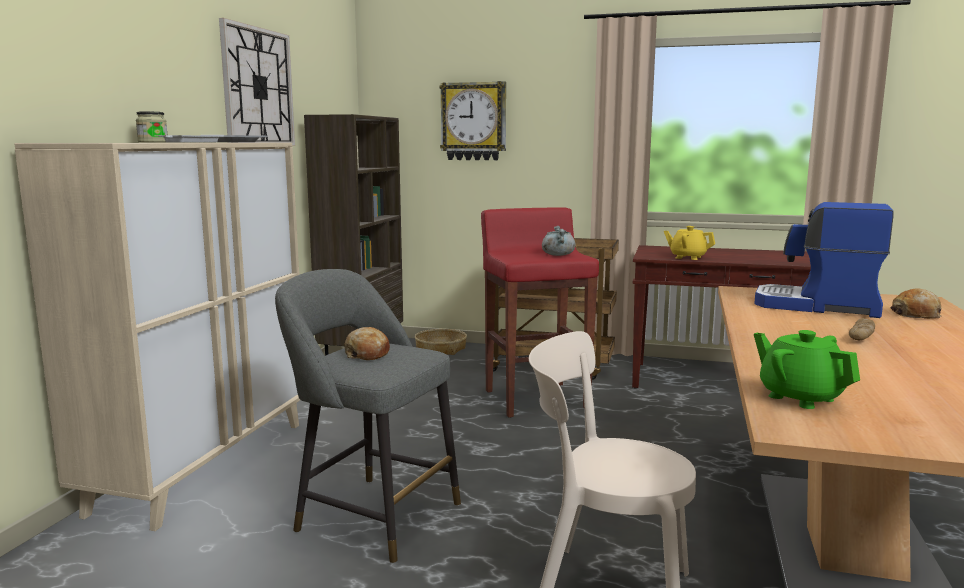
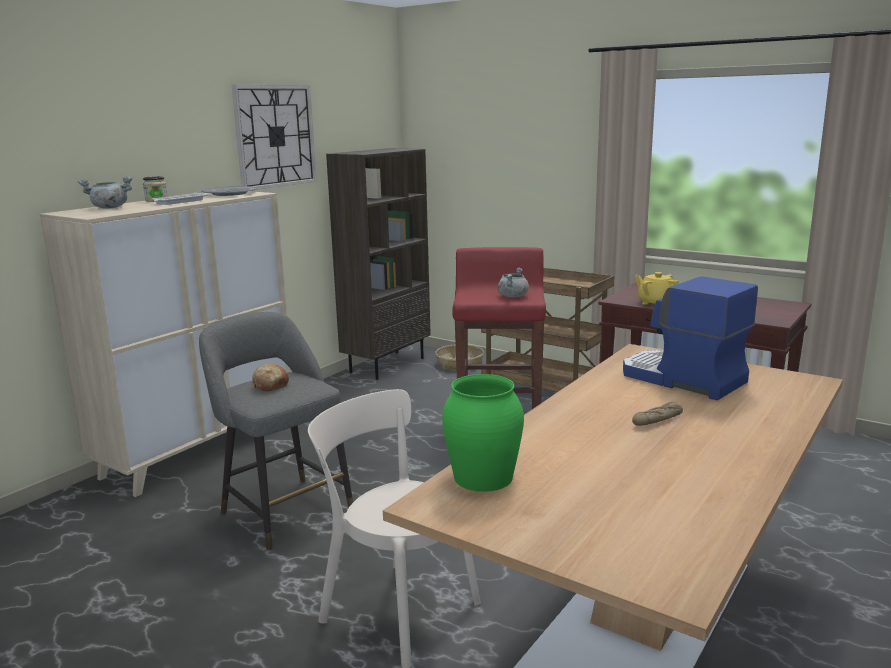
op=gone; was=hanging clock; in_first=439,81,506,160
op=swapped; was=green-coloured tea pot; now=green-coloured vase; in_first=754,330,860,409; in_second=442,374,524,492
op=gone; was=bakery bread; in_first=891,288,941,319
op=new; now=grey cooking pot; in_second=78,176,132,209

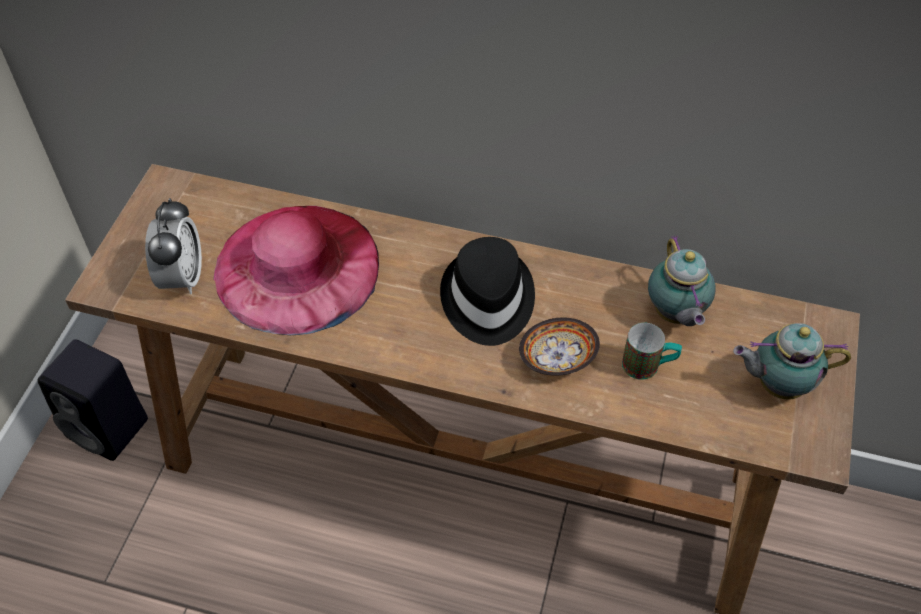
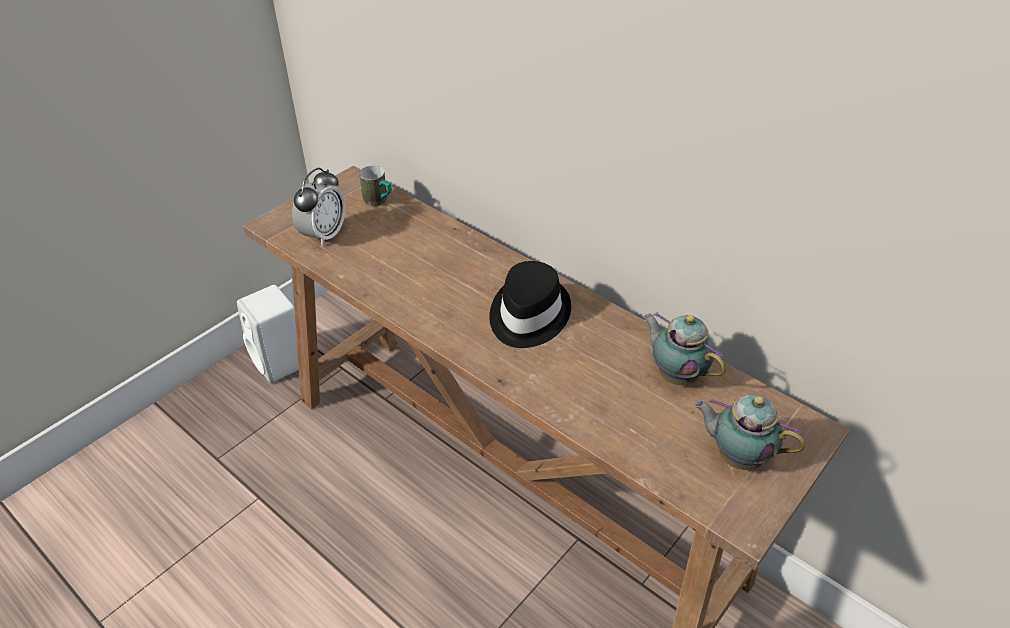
op=repainted; was=black-coloured loudspeaker; now=white-coloured loudspeaker; in_first=38,339,148,461; in_second=237,285,299,383
op=gone; was=pinkish wearable hat; in_first=213,206,379,335
op=gone; was=bowl; in_first=519,317,600,376
op=shifted; was=tea mug; in_first=622,323,682,380; in_second=359,166,392,207
op=rotated; was=tea pot; in_first=648,236,716,326; in_second=643,312,726,385; clockwise=120

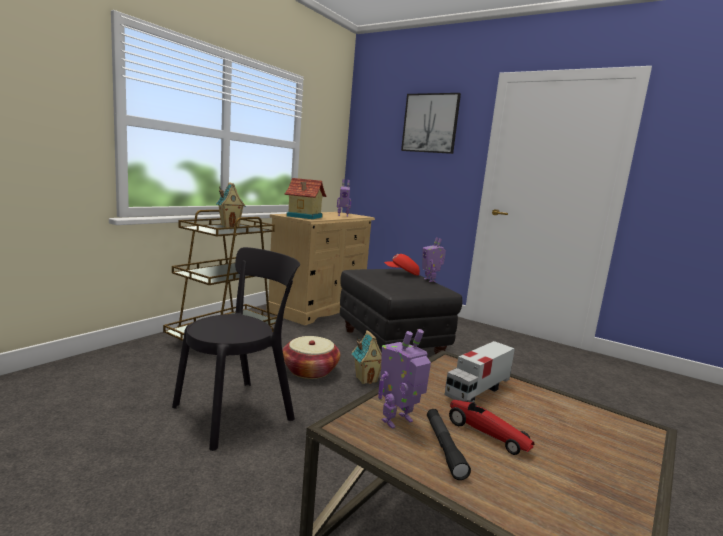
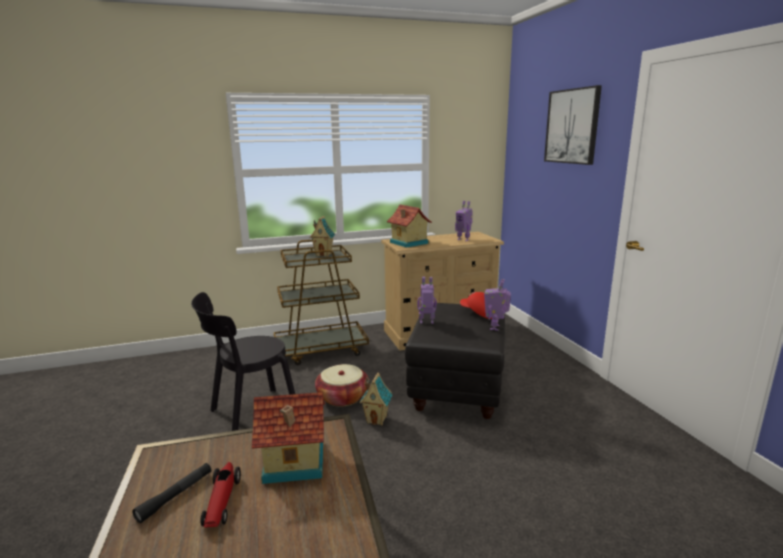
op=rotated; was=black-coloured upright chair; in_first=172,247,300,451; in_second=191,292,295,431; clockwise=150
op=shifted; was=robot figure; in_first=378,329,431,429; in_second=417,277,436,324
op=swapped; was=toy truck; now=miniature house; in_first=444,341,515,402; in_second=251,392,325,484

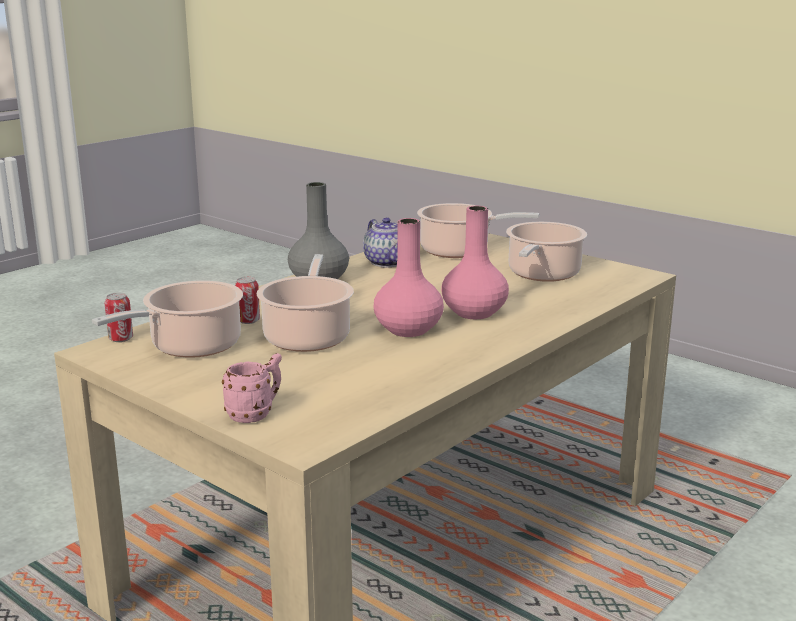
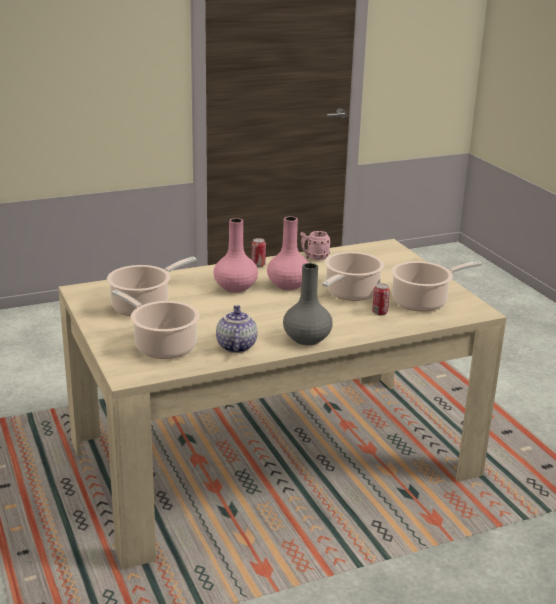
op=shifted; was=sealed can; in_first=105,293,133,342; in_second=252,238,266,267
op=shifted; was=pinkish tea mug; in_first=222,353,282,423; in_second=300,231,331,260

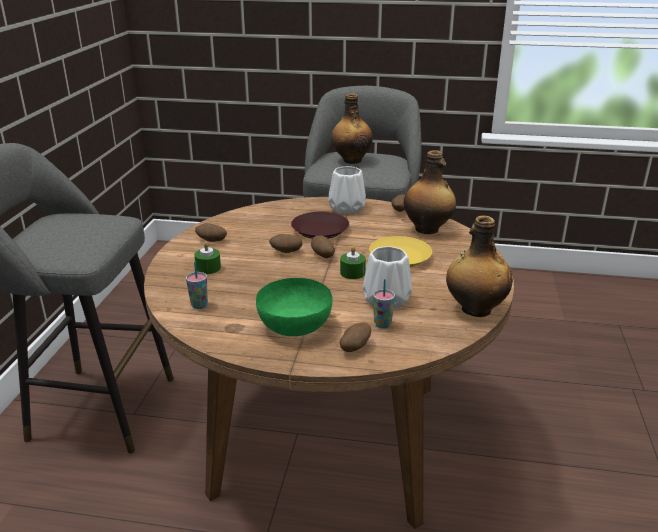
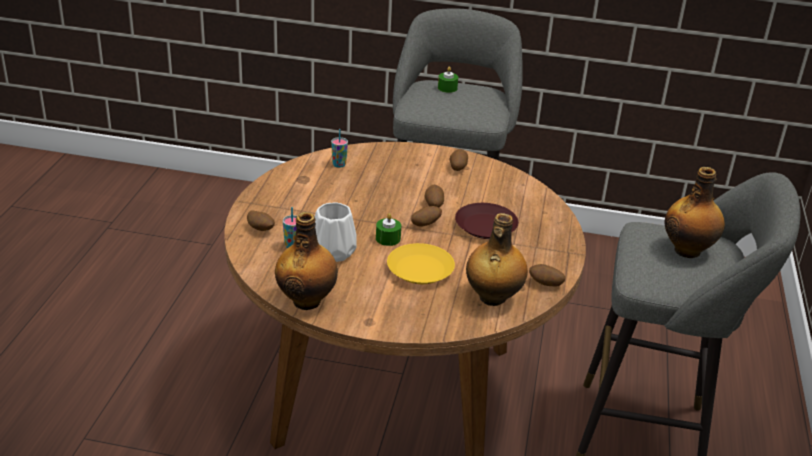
op=shifted; was=green-coloured candle; in_first=194,241,221,274; in_second=438,67,458,93
op=gone; was=green-coloured bowl; in_first=256,278,332,336
op=gone; was=white-coloured vase; in_first=329,166,366,214

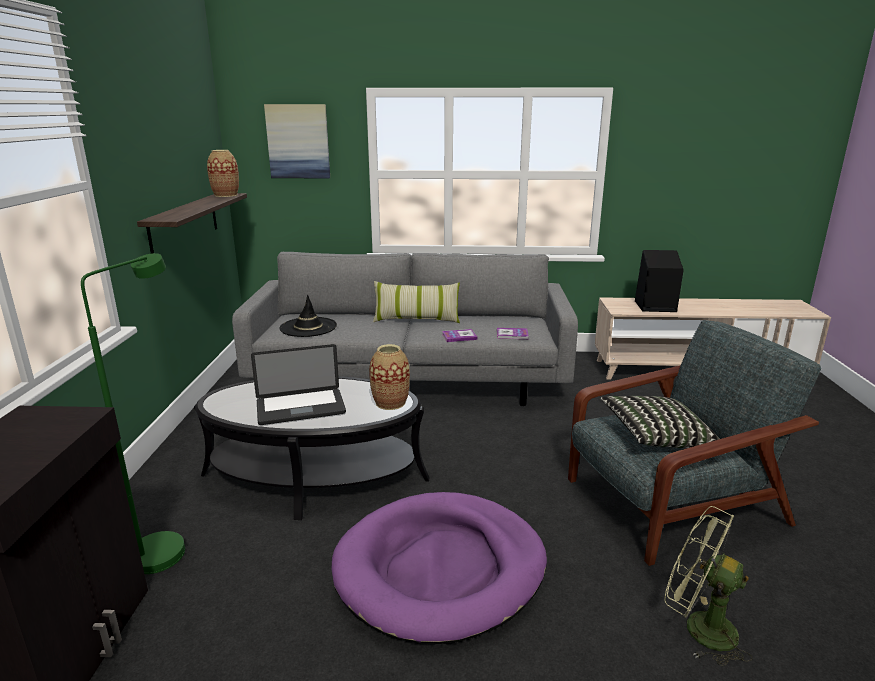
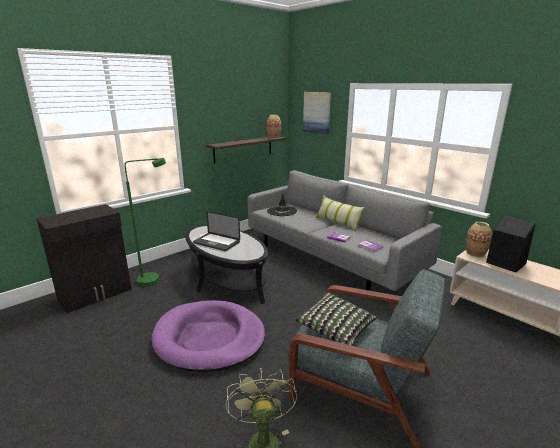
op=shifted; was=vase; in_first=369,344,410,410; in_second=466,222,492,257

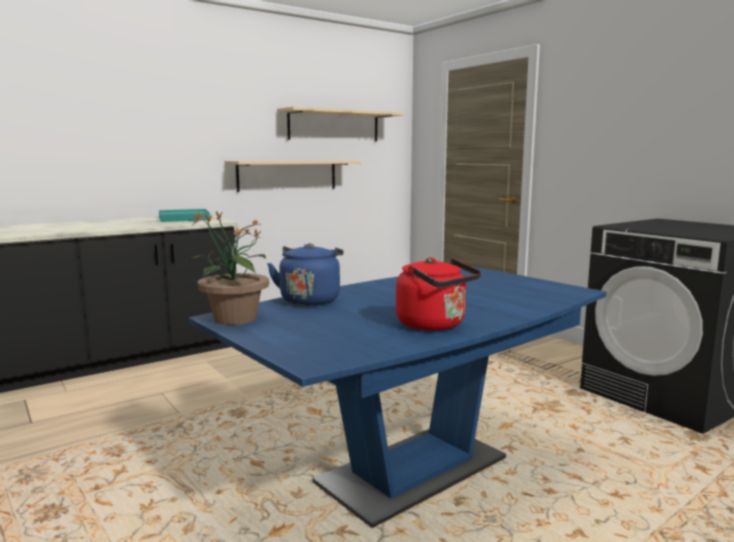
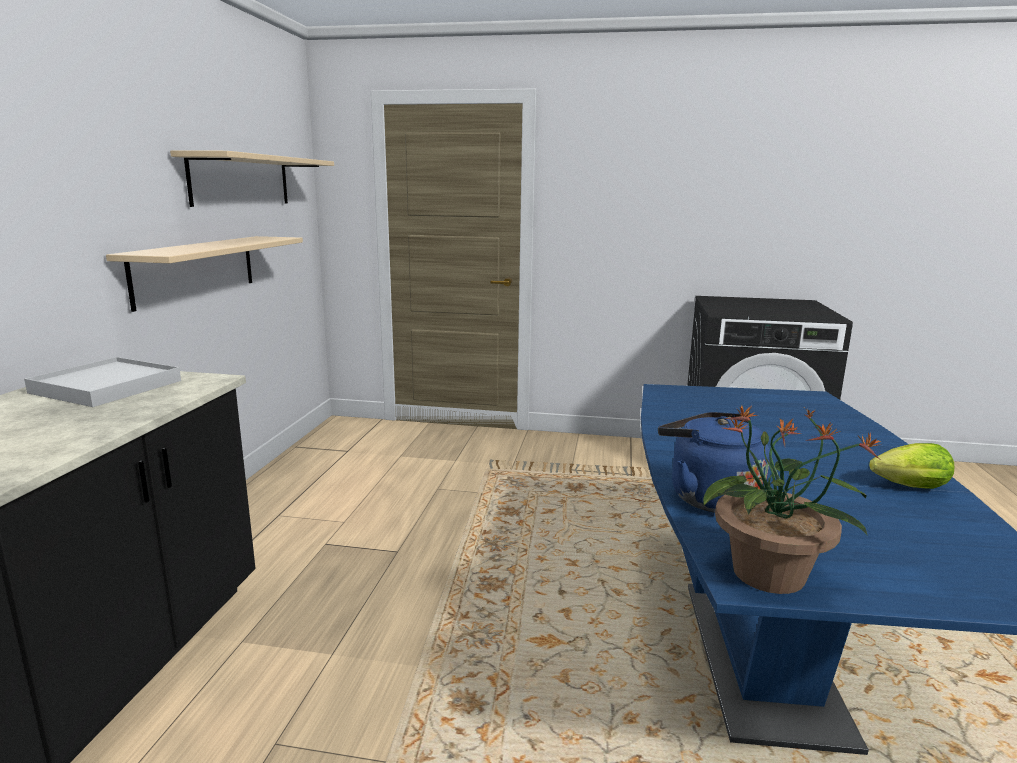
op=repainted; was=blue-green tray; now=white-coloured tray; in_first=159,209,210,222; in_second=24,357,181,407
op=swapped; was=red tea kettle; now=lettuce head; in_first=396,257,481,331; in_second=869,443,954,489

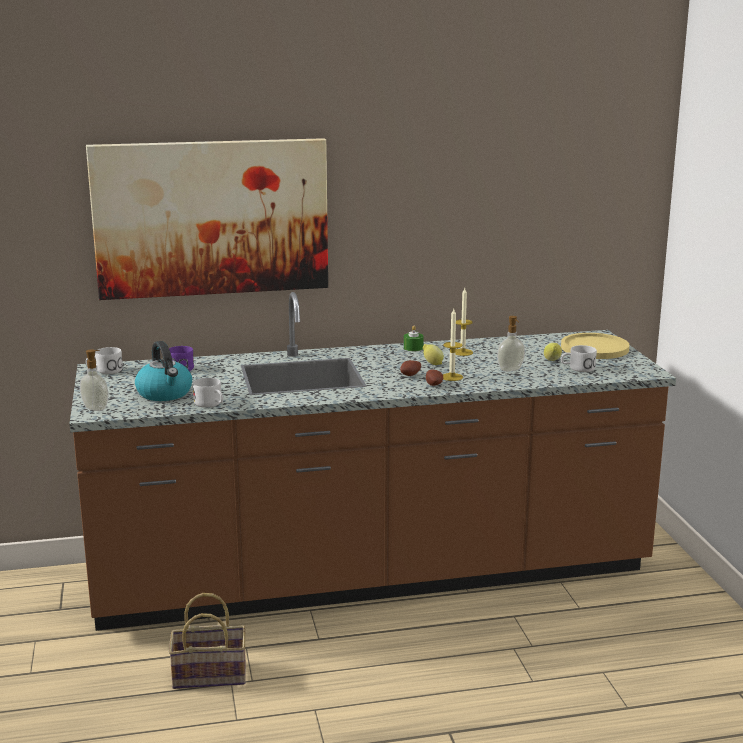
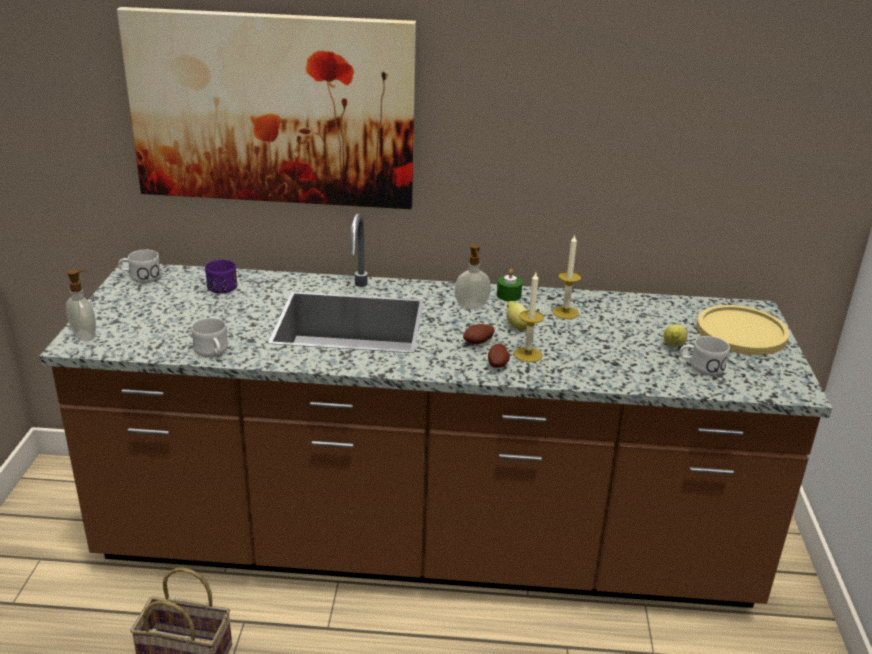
op=gone; was=tea kettle; in_first=135,341,192,401
op=shifted; was=soap dispenser; in_first=497,316,525,372; in_second=454,244,491,309

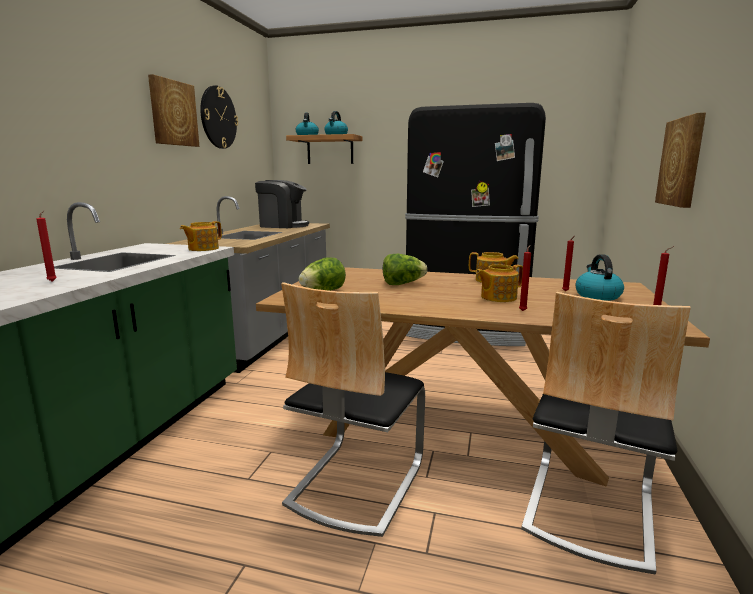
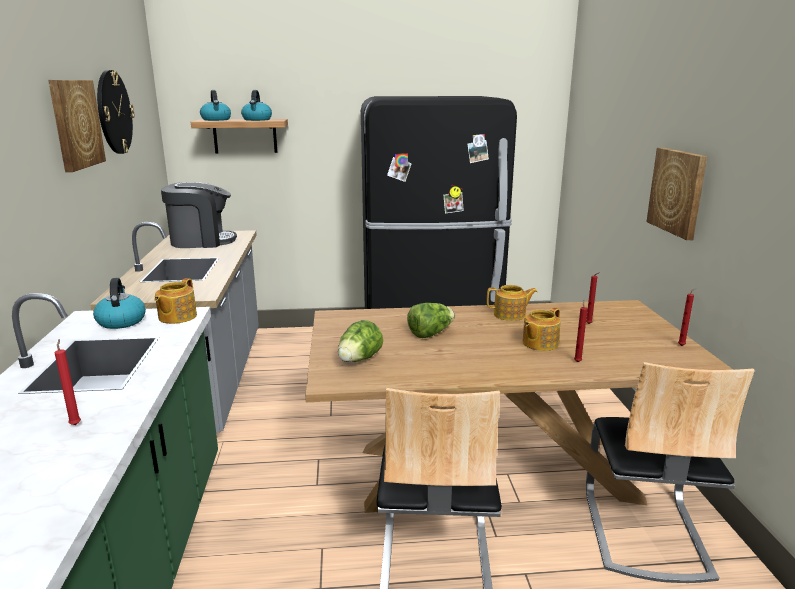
op=shifted; was=tea kettle; in_first=575,254,624,301; in_second=93,278,146,329

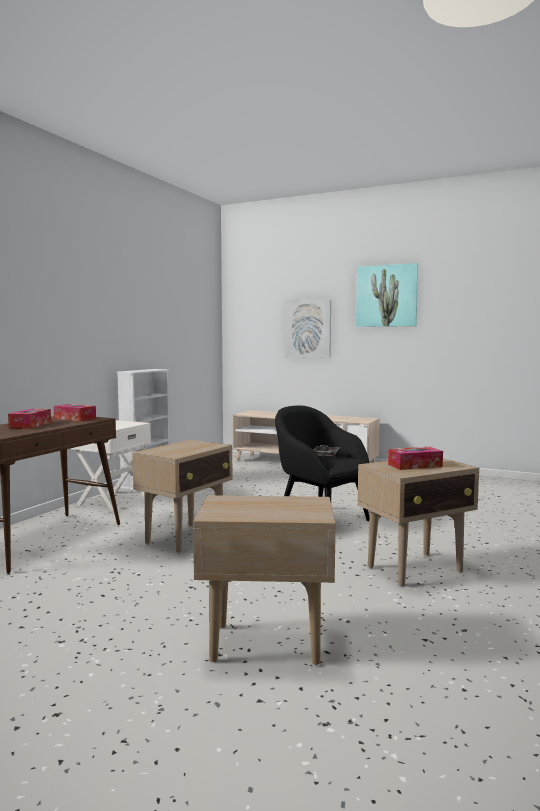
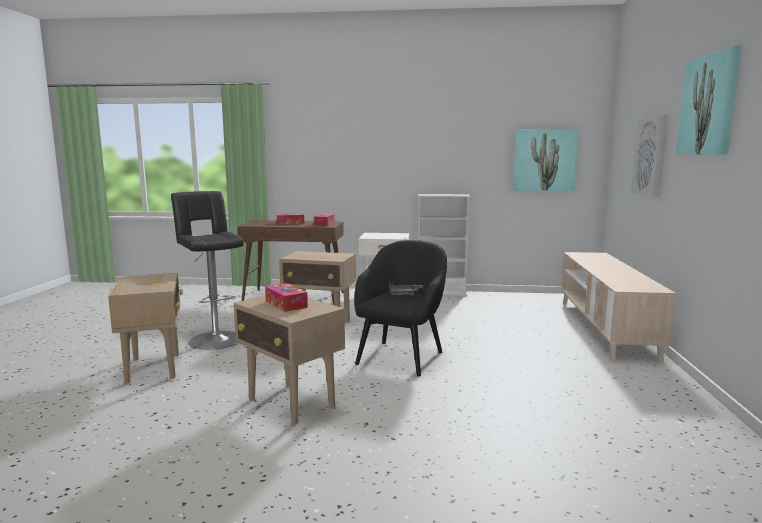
op=new; now=black-coloured stool; in_second=171,191,244,350
op=new; now=wall art; in_second=513,129,579,191

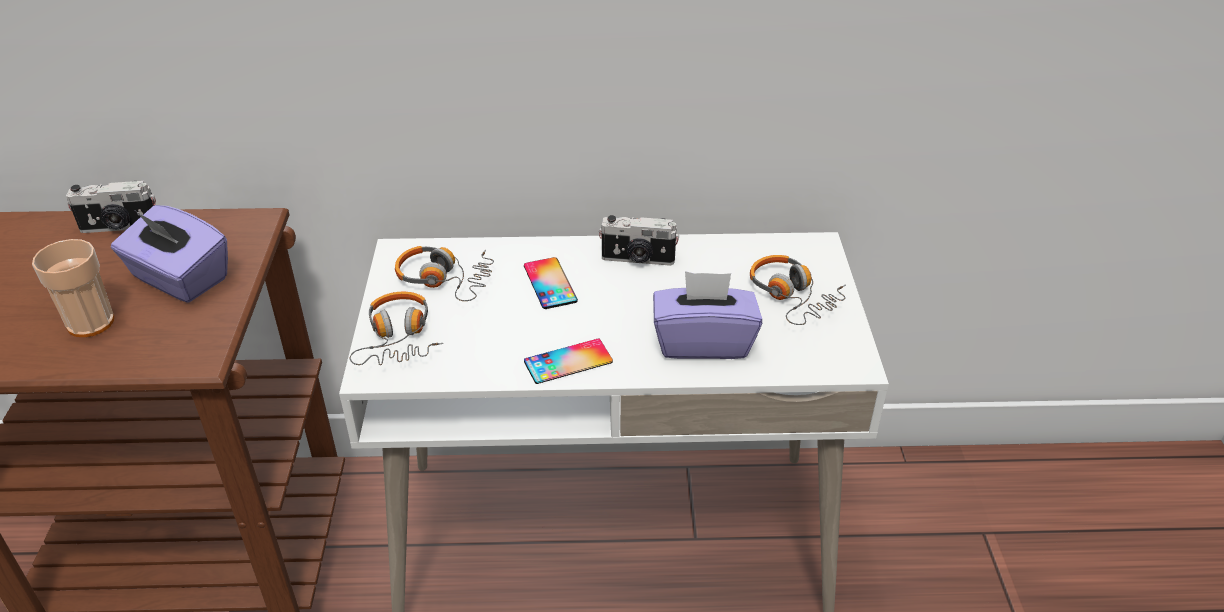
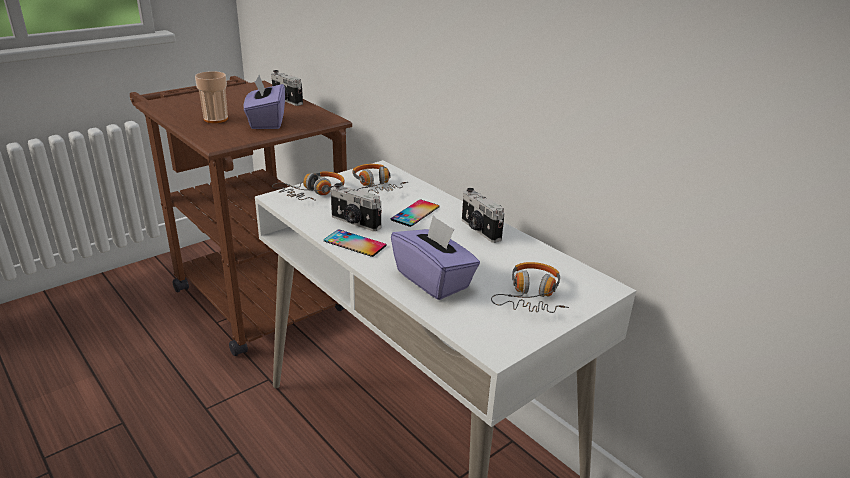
op=new; now=still camera; in_second=331,183,382,231

